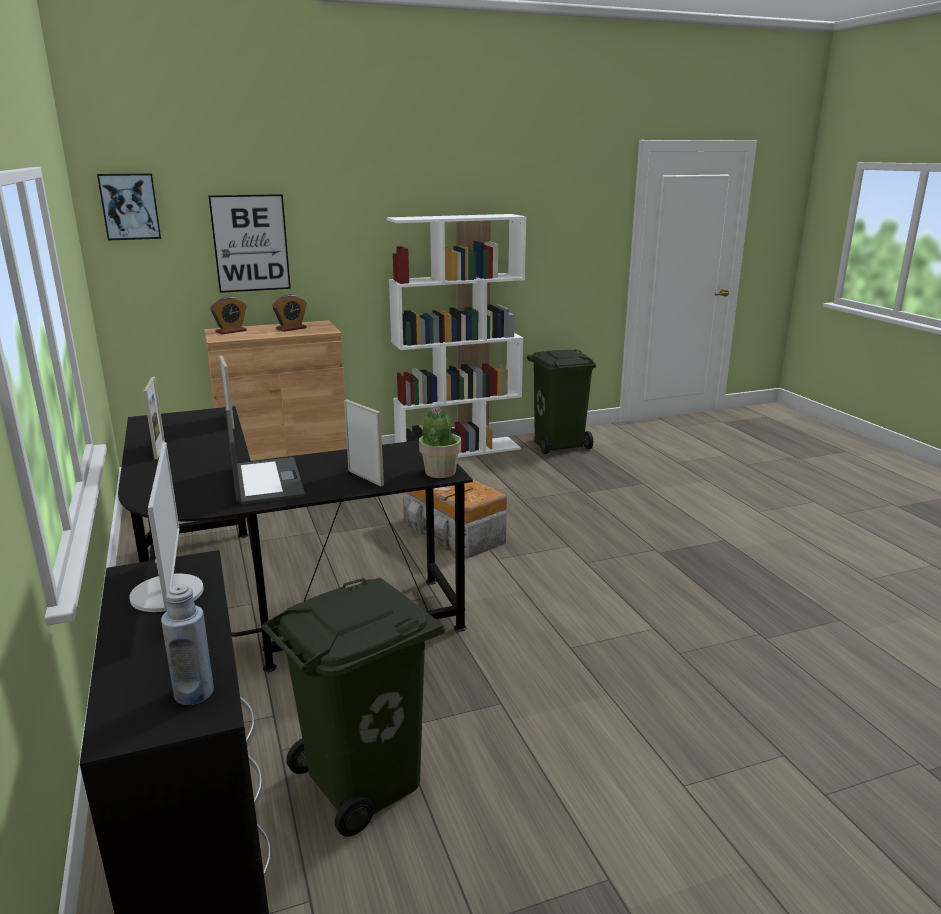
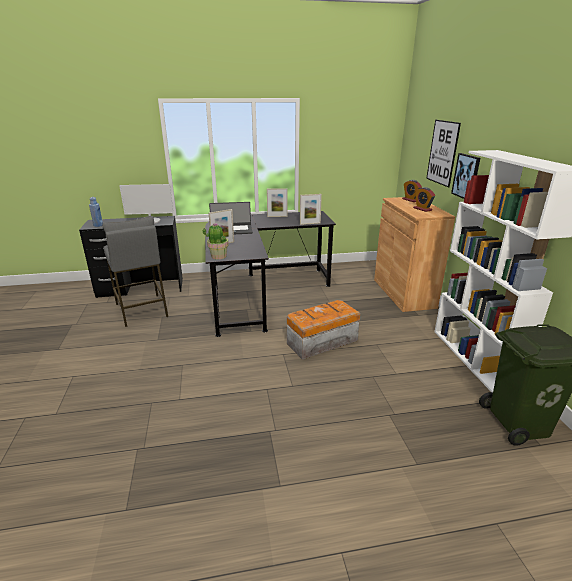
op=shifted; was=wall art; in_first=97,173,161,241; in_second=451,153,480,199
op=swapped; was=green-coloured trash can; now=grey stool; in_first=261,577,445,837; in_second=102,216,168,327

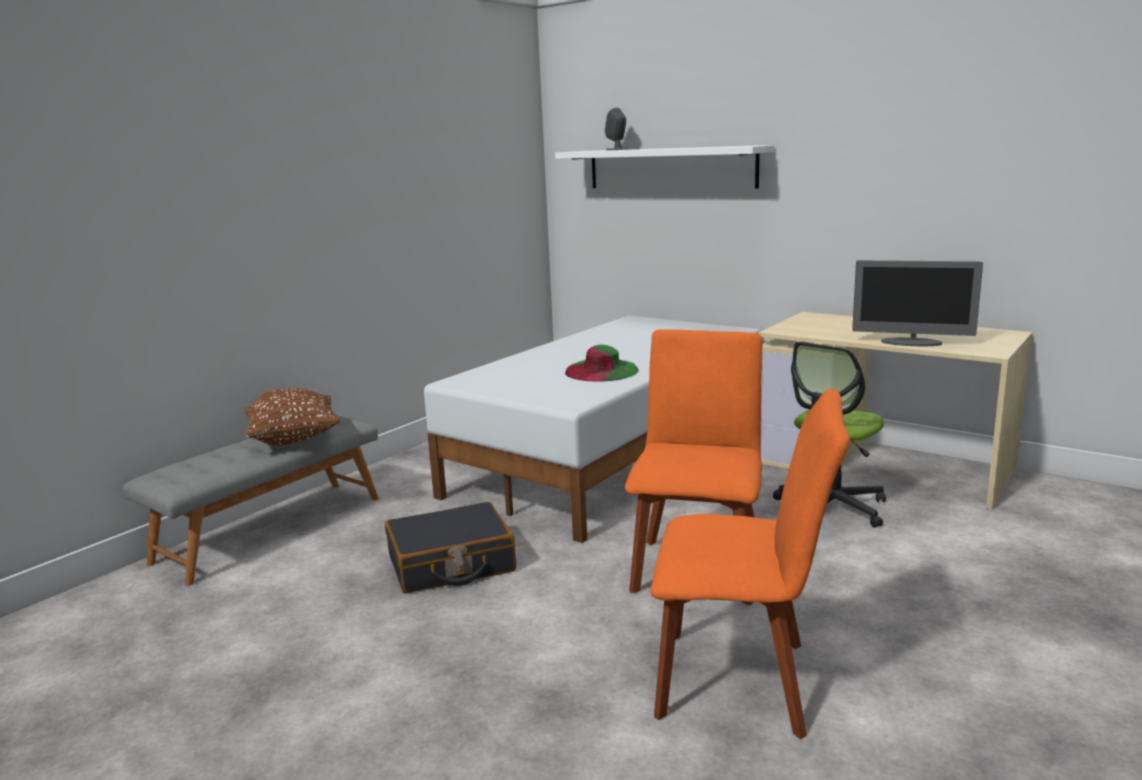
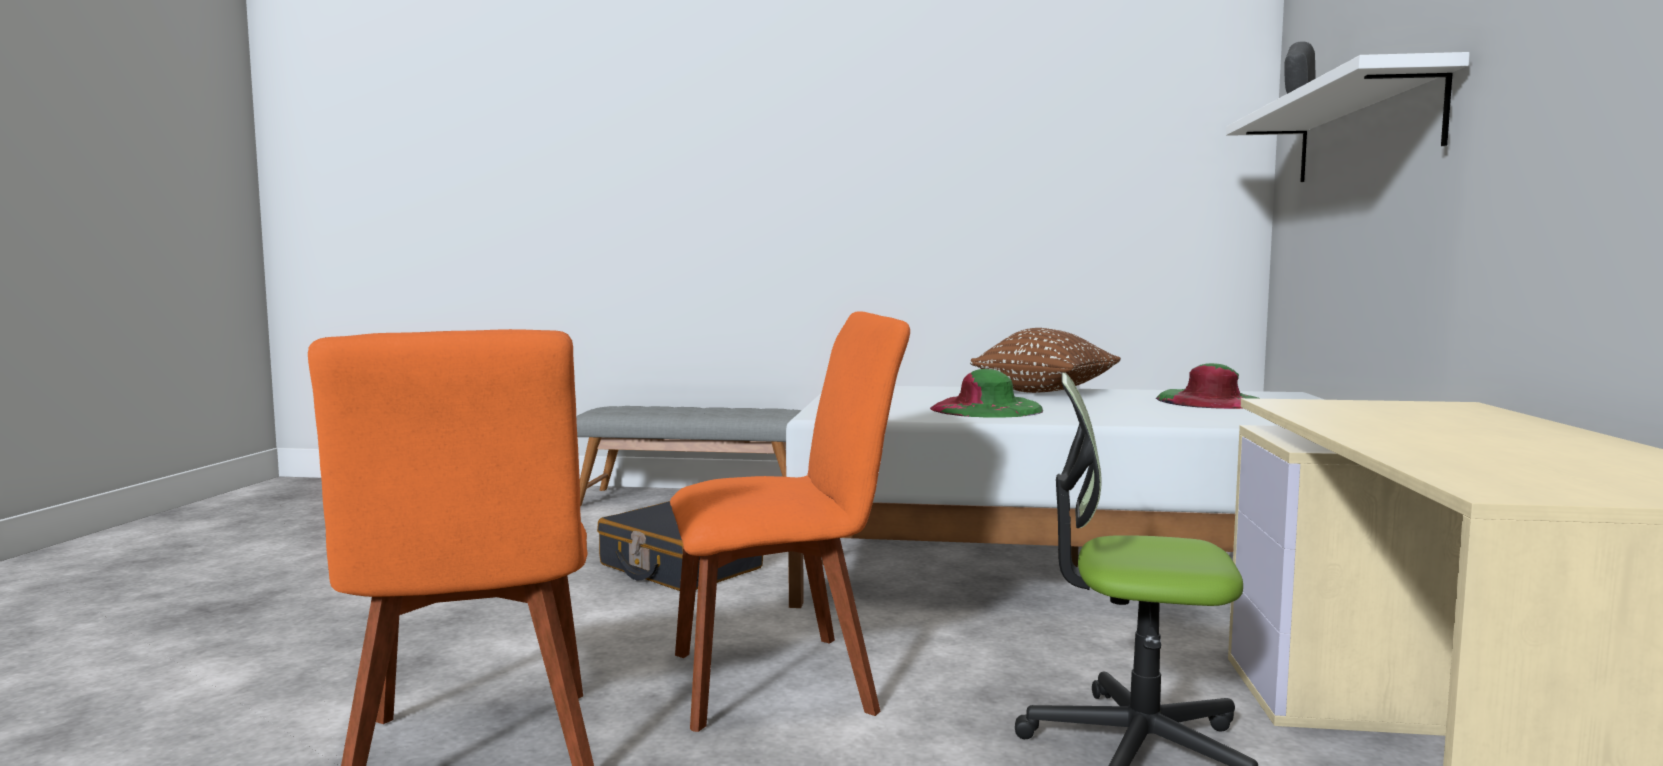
op=shifted; was=brown pillow; in_first=244,388,340,446; in_second=970,328,1121,393
op=gone; was=computer screen; in_first=852,260,983,346
op=new; now=green-coloured wearable hat; in_second=1156,363,1260,409

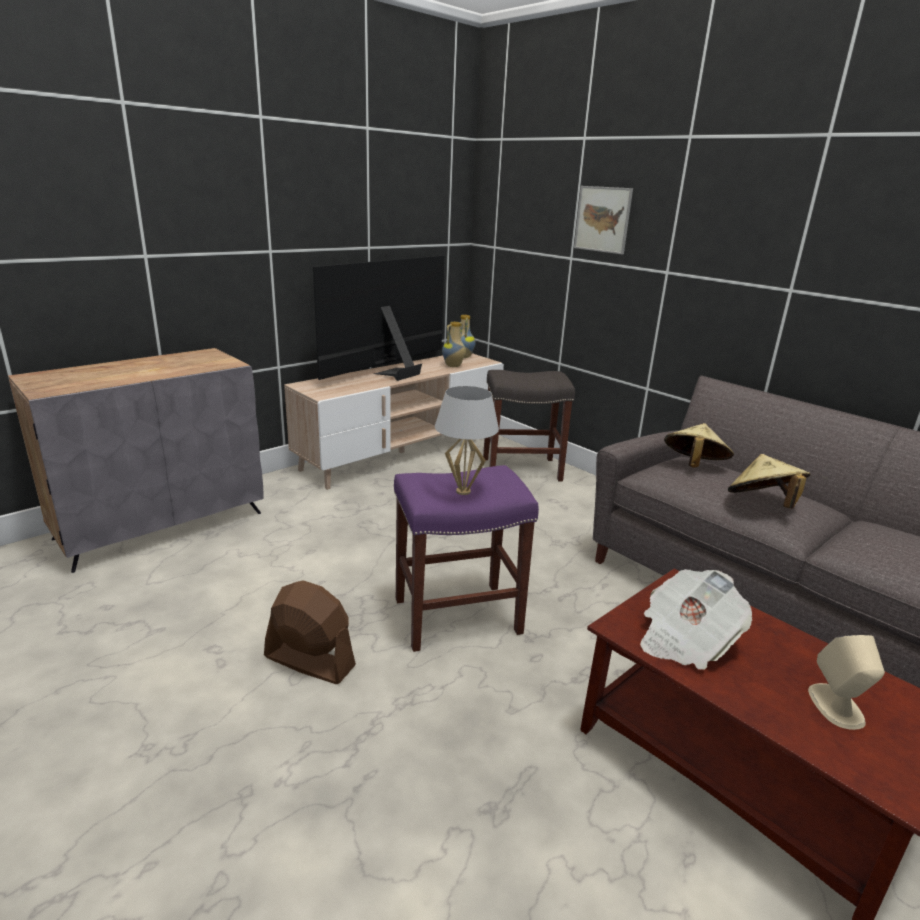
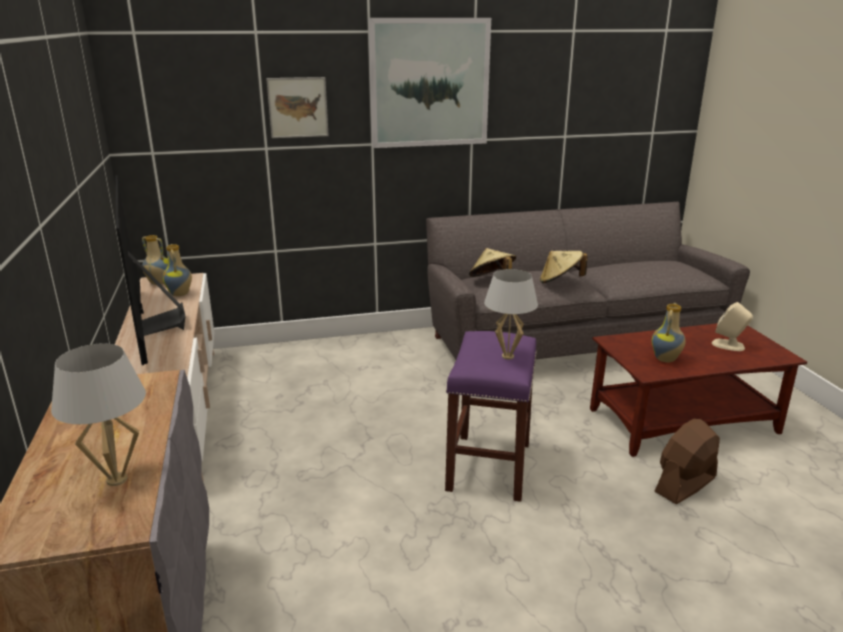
op=shifted; was=brown electric fan; in_first=264,580,356,684; in_second=654,419,720,504
op=gone; was=grey stool; in_first=483,370,575,482
op=swapped; was=printed paper; now=vase; in_first=640,569,752,670; in_second=652,303,685,362
op=new; now=white-coloured lamp for a table; in_second=51,343,146,486
op=new; now=wall art; in_second=368,18,491,148

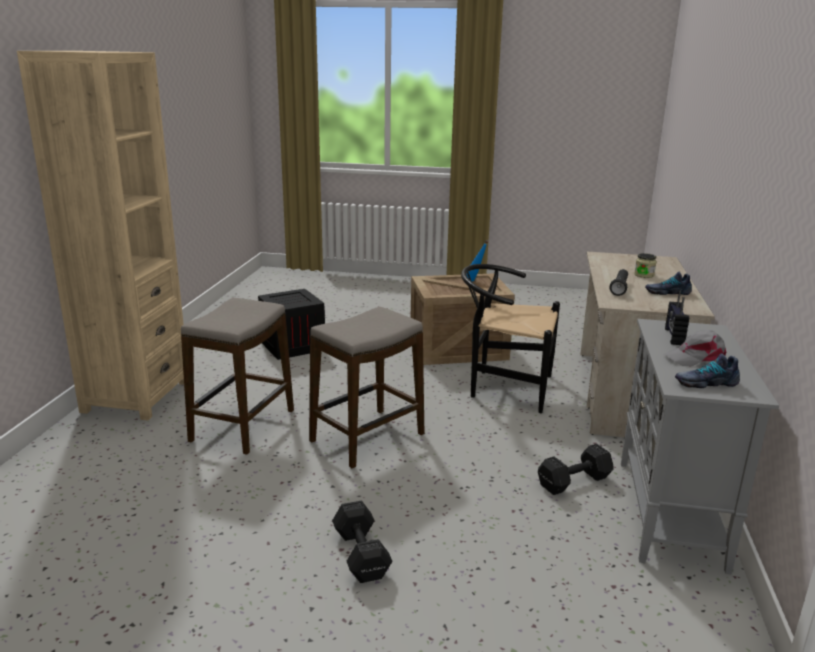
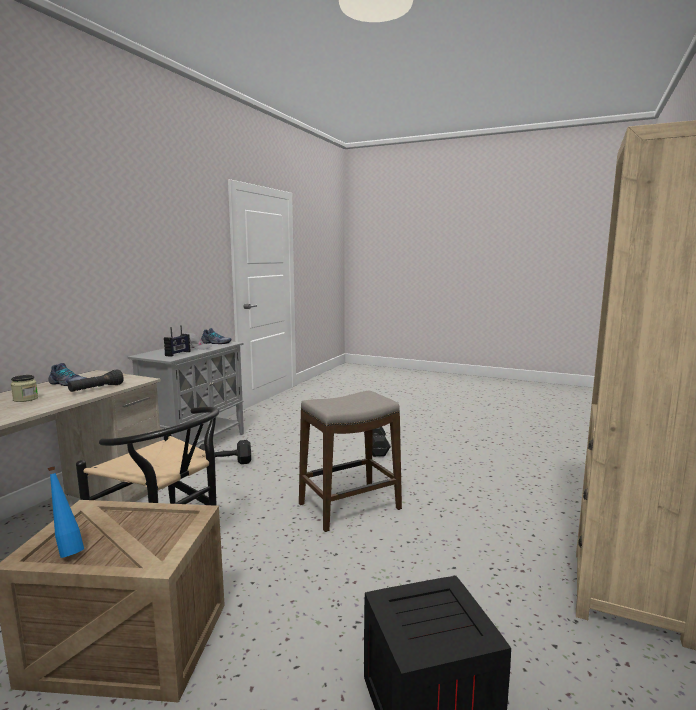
op=gone; was=stool; in_first=181,298,294,455

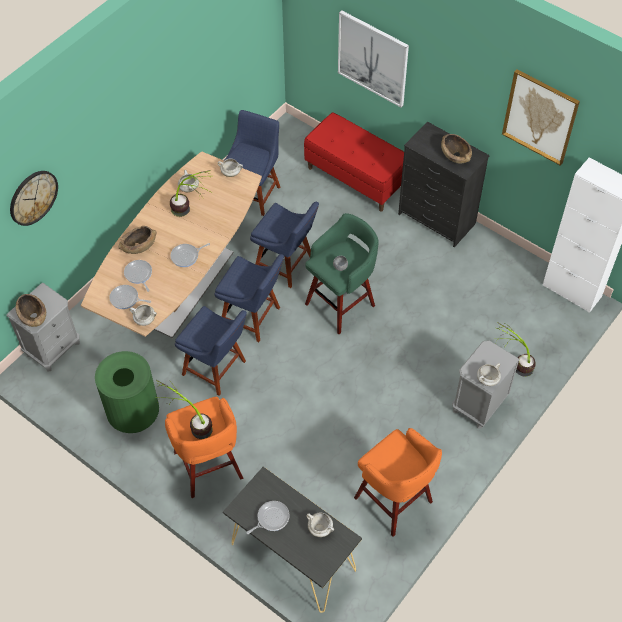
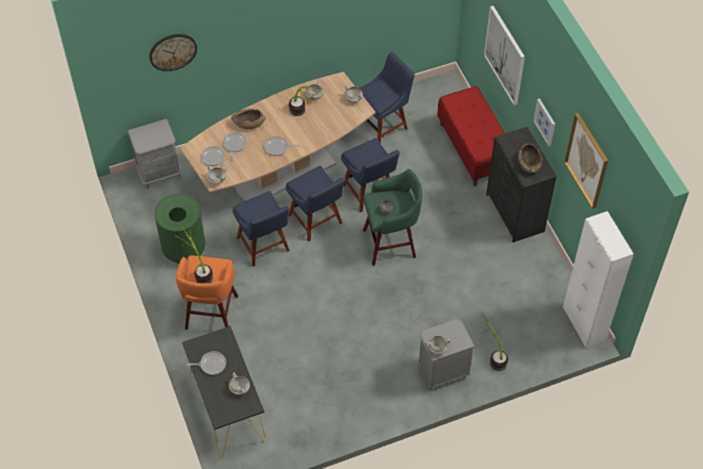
op=gone; was=brown bowl; in_first=16,294,46,327
op=gone; was=orangey stool; in_first=354,428,442,537
op=new; now=wall art; in_second=533,98,555,146

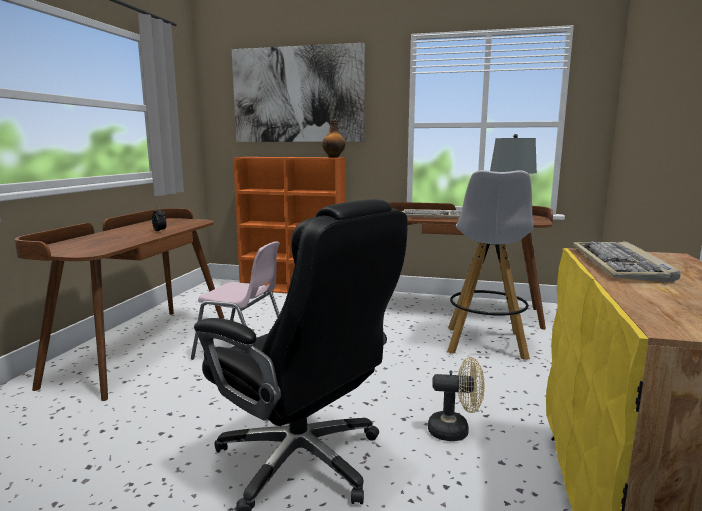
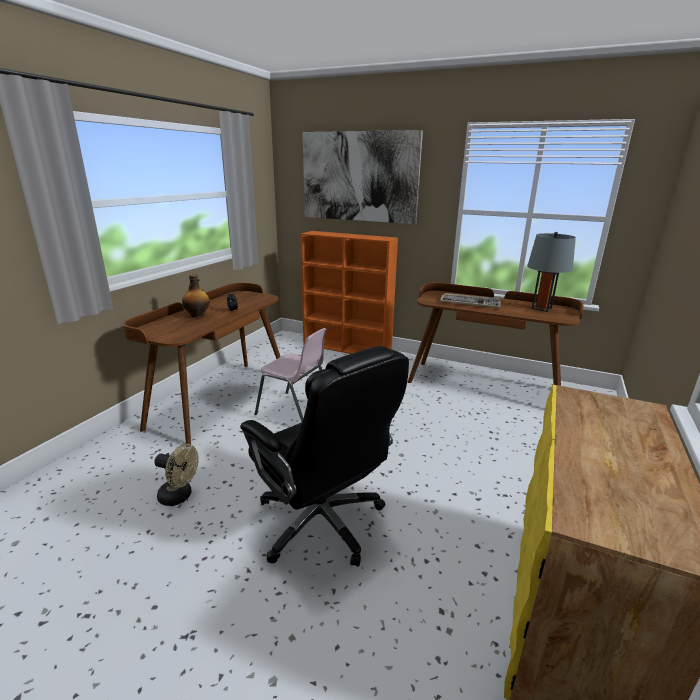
op=shifted; was=drink bottle; in_first=322,119,345,158; in_second=182,274,210,318
op=shifted; was=sand-coloured electric fan; in_first=428,357,485,441; in_second=154,444,199,506
op=gone; was=white-coloured stool; in_first=447,170,534,360
op=gone; was=computer keyboard; in_first=573,241,681,282

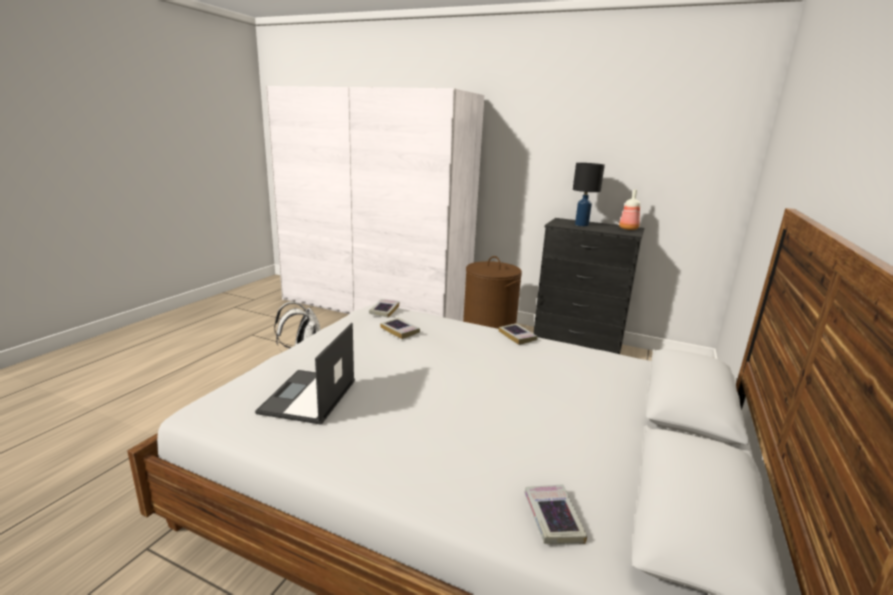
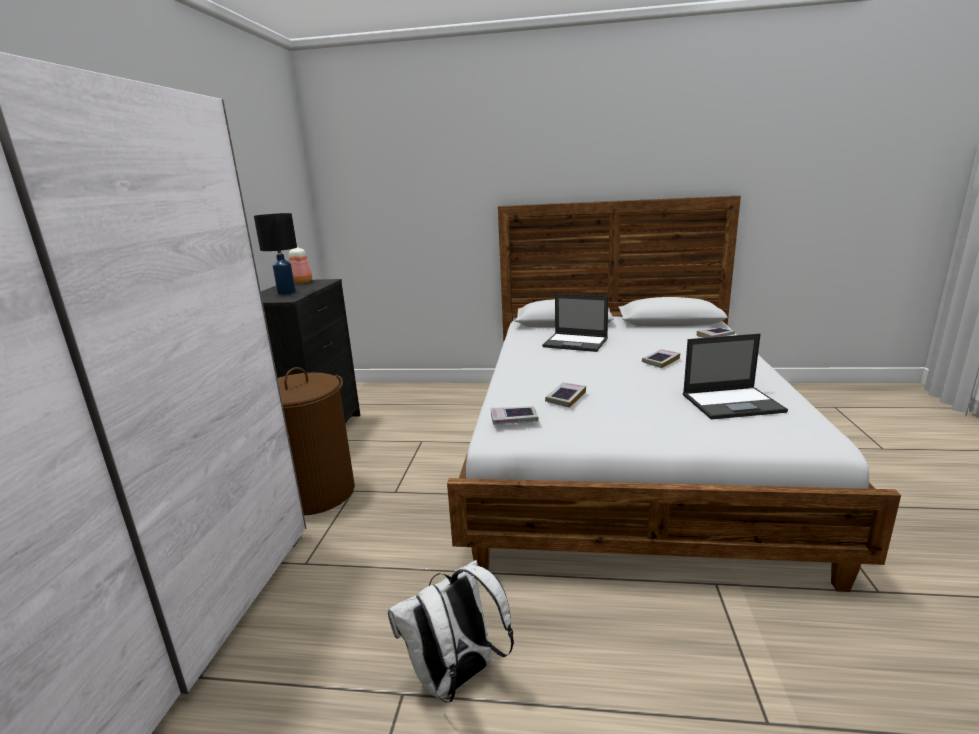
op=shifted; was=volume; in_first=499,323,538,345; in_second=642,349,680,368
op=new; now=laptop; in_second=542,294,609,352

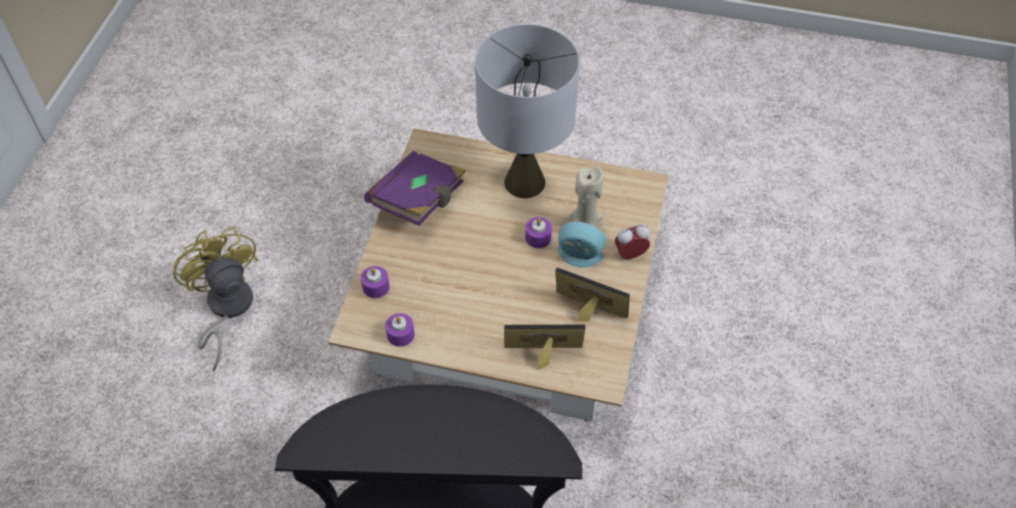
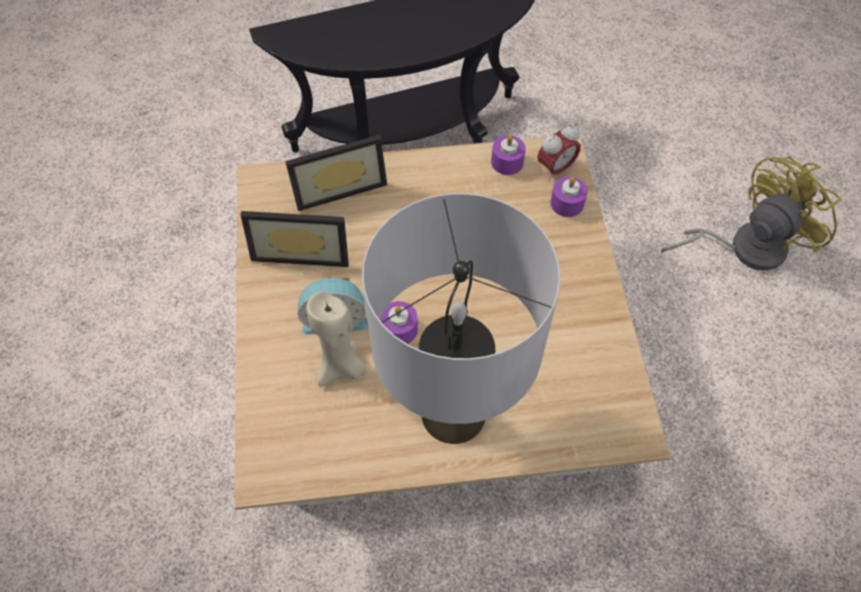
op=rotated; was=yellow-coloured electric fan; in_first=173,227,259,371; in_second=661,156,842,270; clockwise=-75
op=gone; was=purple-coloured volume; in_first=364,151,466,226
op=shifted; was=bedside clock; in_first=615,225,650,259; in_second=538,124,581,180

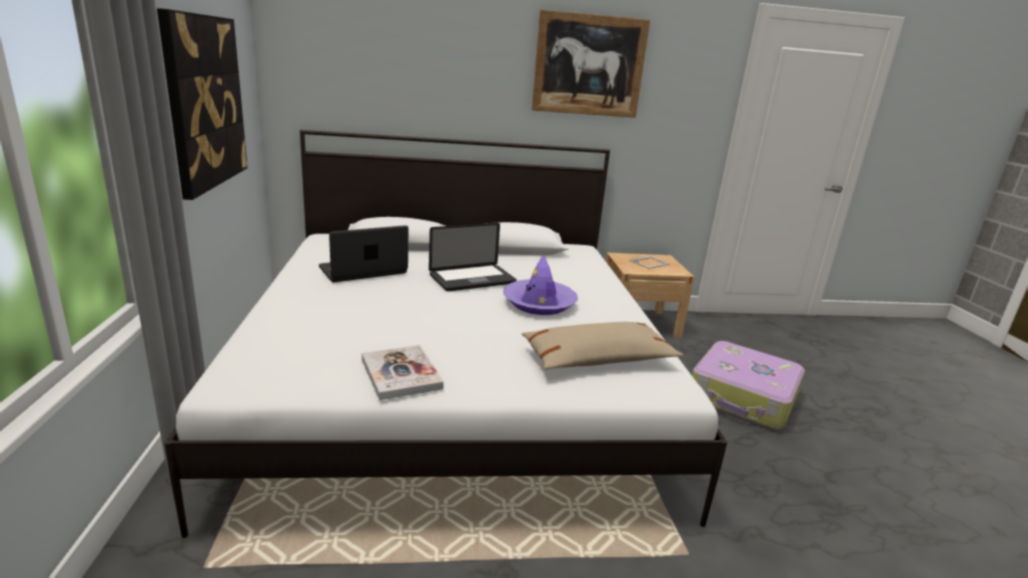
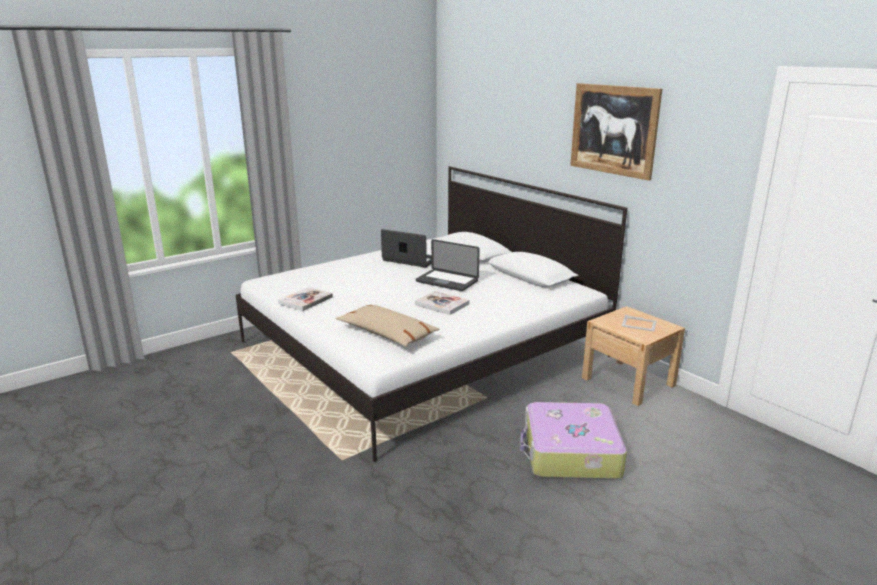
op=gone; was=wall art; in_first=157,8,247,200
op=swapped; was=purple-coloured wearable hat; now=volume; in_first=503,254,578,315; in_second=415,291,469,315

